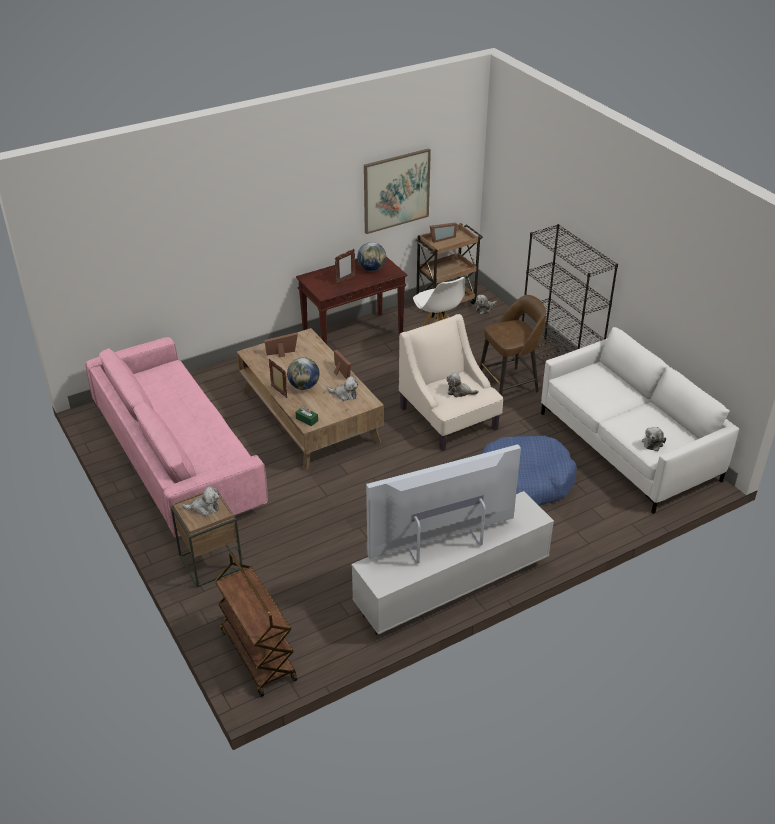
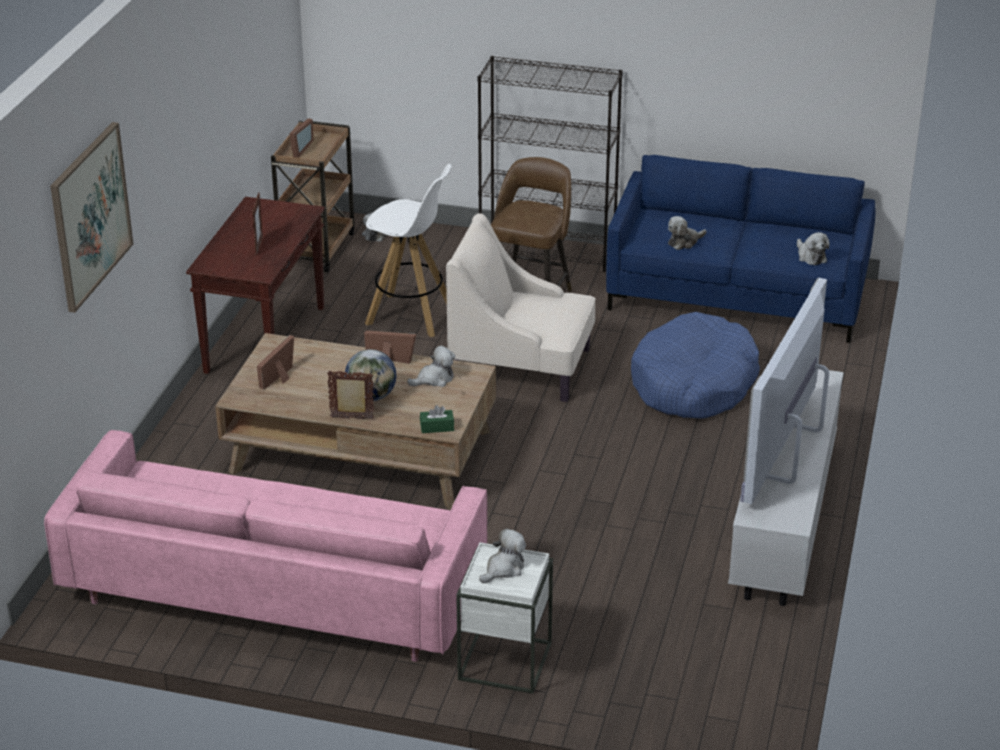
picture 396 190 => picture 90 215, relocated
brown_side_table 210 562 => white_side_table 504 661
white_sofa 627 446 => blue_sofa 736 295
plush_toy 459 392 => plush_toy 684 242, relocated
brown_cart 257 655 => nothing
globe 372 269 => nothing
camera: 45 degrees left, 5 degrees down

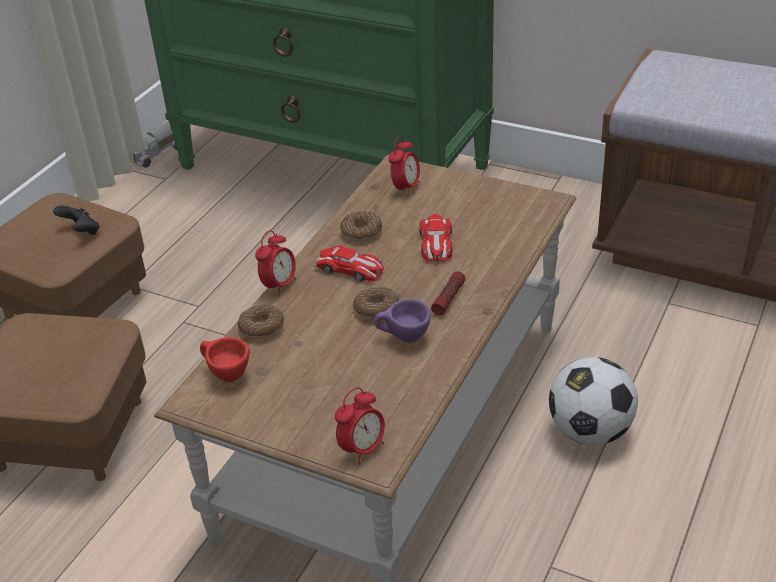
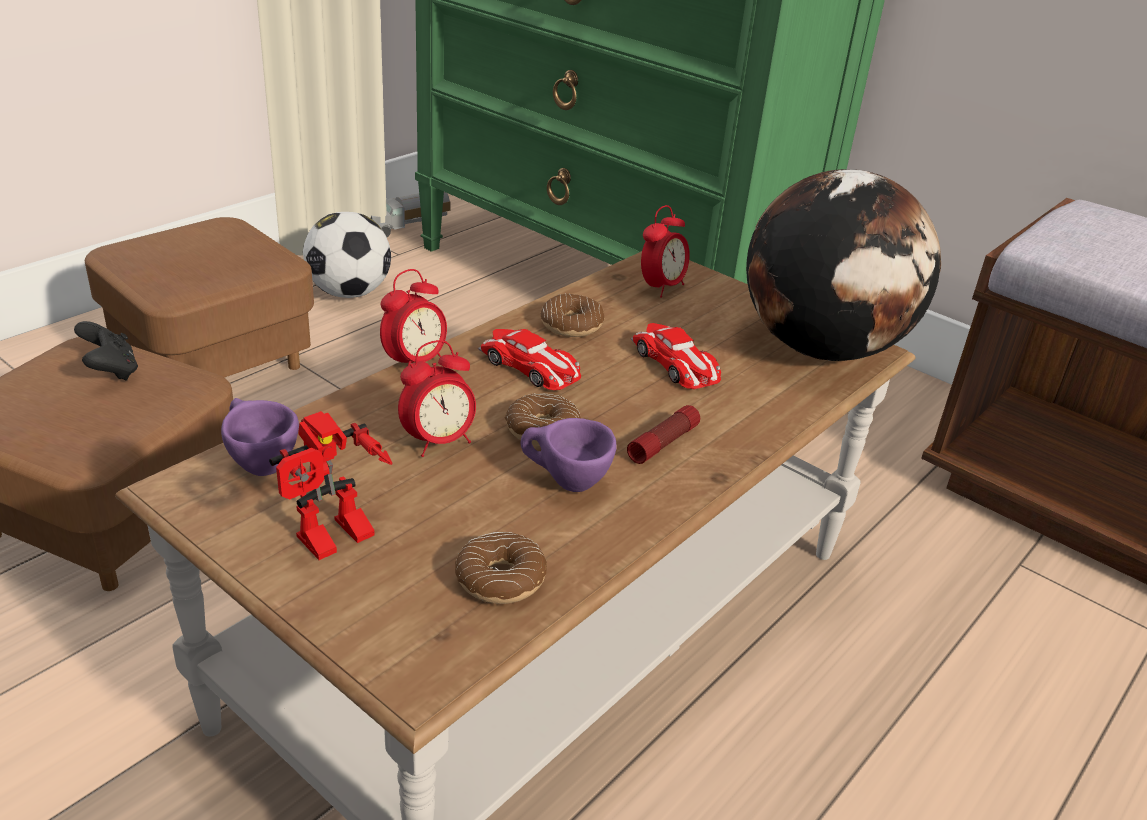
black_game_controller 81 232 => black_game_controller 111 371, relocated
red_cup 225 375 => purple_cup 258 463
nothing => toy_robot 335 543
football 590 431 => football 349 293, relocated
alarm_clock 362 449 => alarm_clock 438 442, relocated
donut 262 327 => donut 500 579, relocated
toy_car 436 243 => toy_car 676 364, 45 degrees counterclockwise
nothing => globe 822 348
camera: 10 degrees right, 5 degrees down

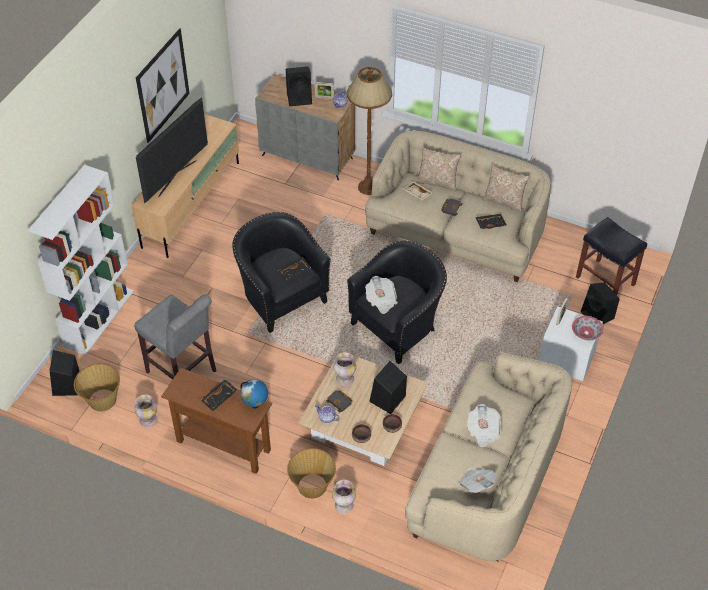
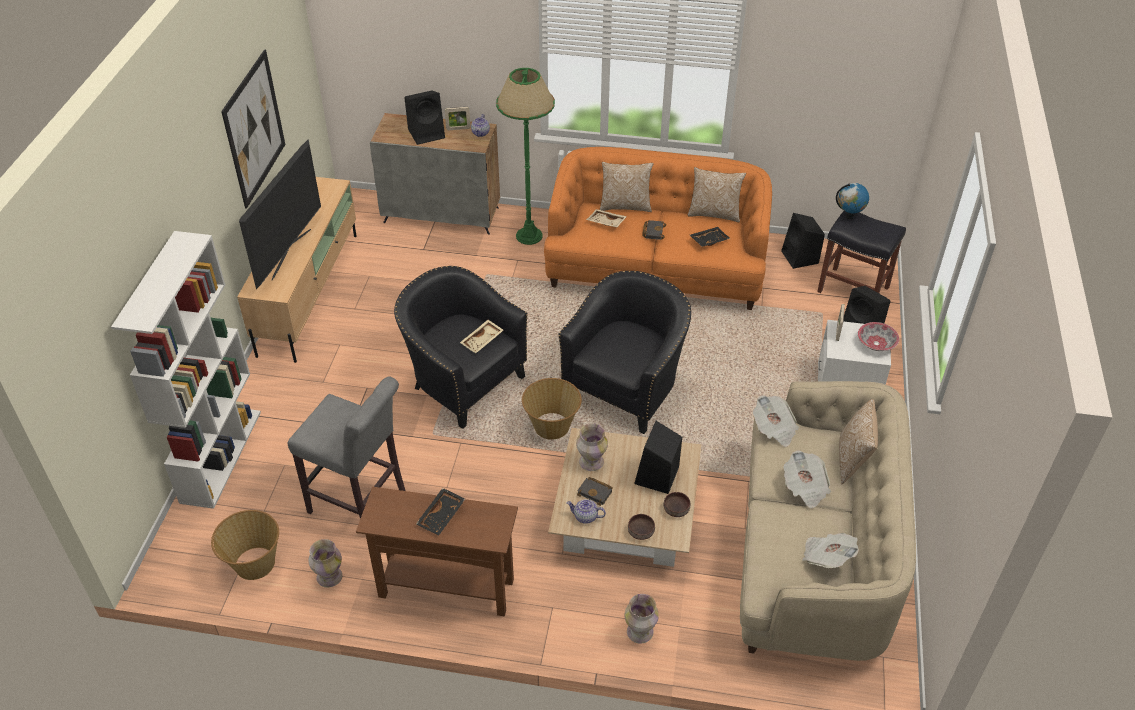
black_tray 294 272 => beige_tray 482 341
brown_floor_lamp 368 187 => green_floor_lamp 529 236
basket 312 486 => basket 552 427, relocated
beige_sofa 456 234 => orange_sofa 656 269
newspaper 381 300 => newspaper 774 429, relocated
black_speaker 66 386 => black_speaker 800 258, relocated
globe 255 404 => globe 849 216, relocated
nothing => pillow 852 460
camera: 15 degrees left, 5 degrees down

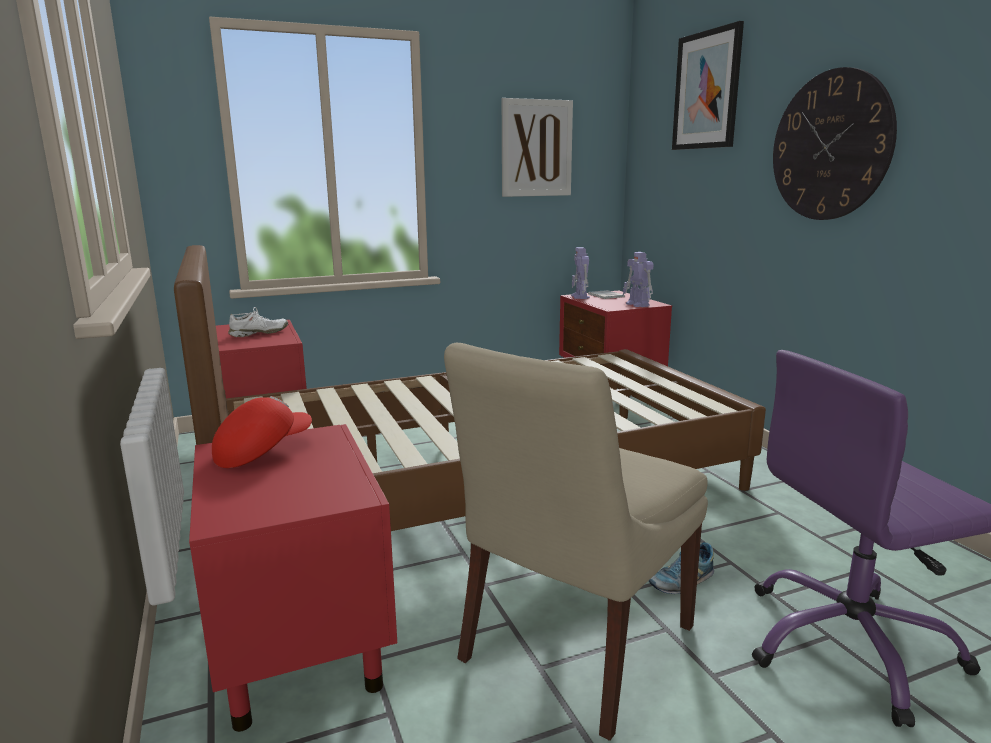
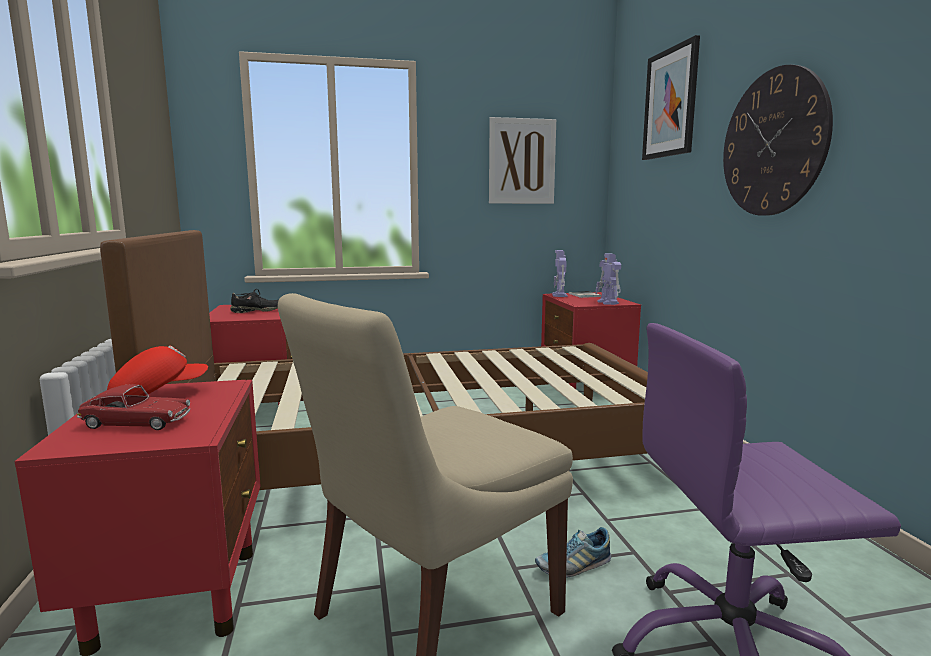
nothing => toy_car 137 422
white_shoe 259 333 => black_shoe 257 311
camera: 10 degrees right, 5 degrees down

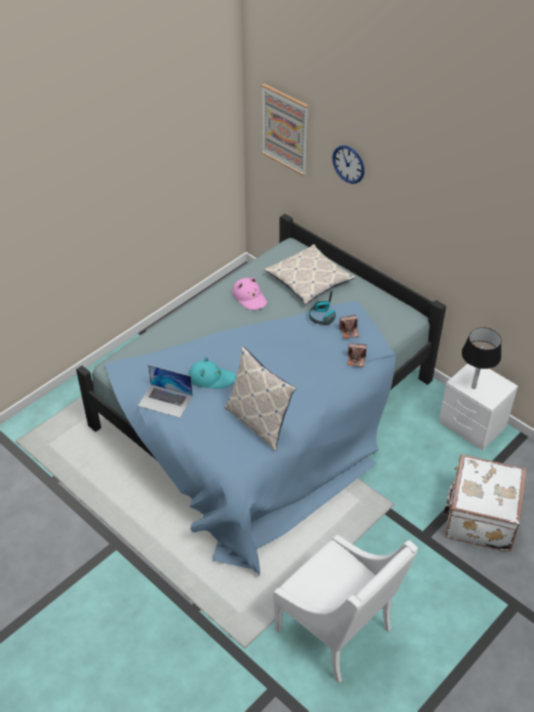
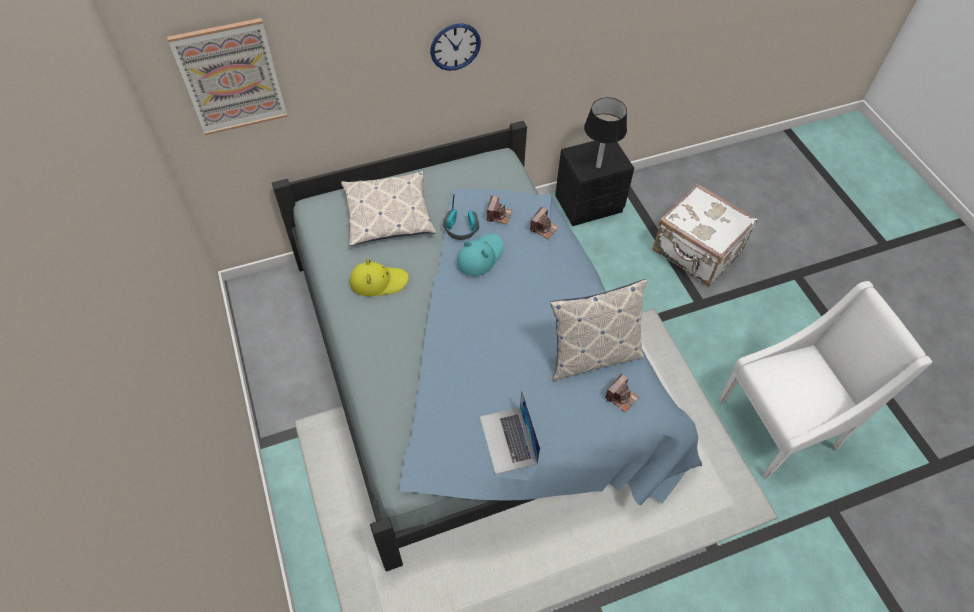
pink_hat 250 297 => yellow_hat 378 281
wall_clock 348 164 => wall_clock 455 46, relocated
turquoise_hat 211 378 => turquoise_hat 480 256, relocated
laptop 165 400 => laptop 508 440, 120 degrees clockwise
white_nightstand 472 425 => black_nightstand 588 204
nothing => photo_camera 621 397
camera: 65 degrees left, 10 degrees up

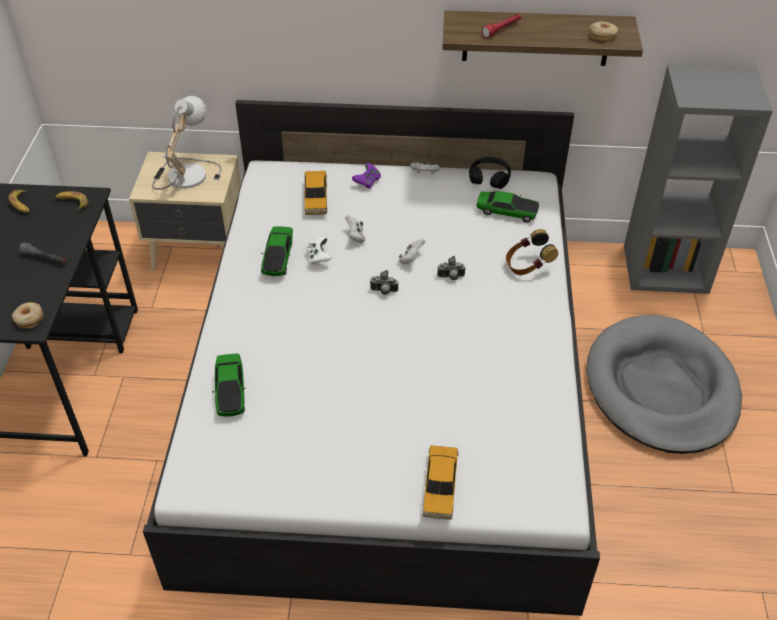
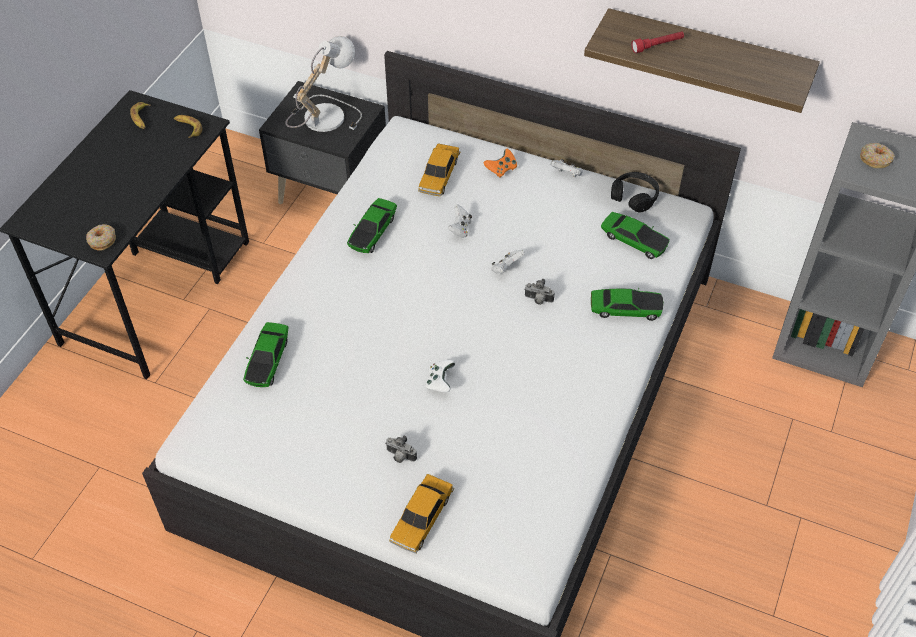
beige_nightstand 200 253 => black_nightstand 332 196
photo_camera 383 291 => photo_camera 400 456, relocated
white_game_controller 318 257 => white_game_controller 440 382, relocated
purple_game_controller 367 182 => orange_game_controller 501 169
headphones 527 266 => toy_car 625 309
donut 602 35 => donut 875 159, relocated
grey_flashlight 45 259 => nothing
grey_dog_bed 661 388 => nothing
camera: 20 degrees right, 5 degrees up

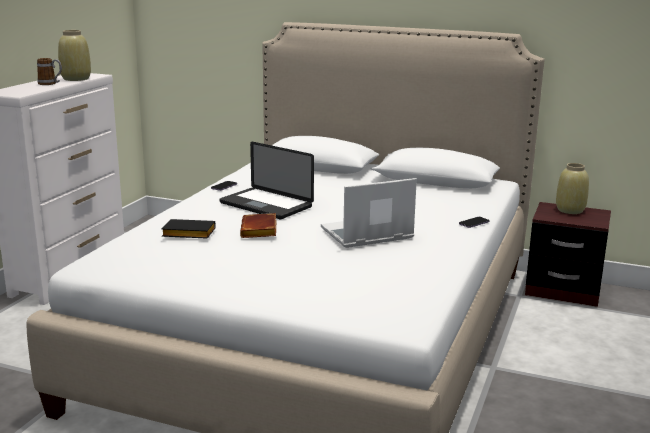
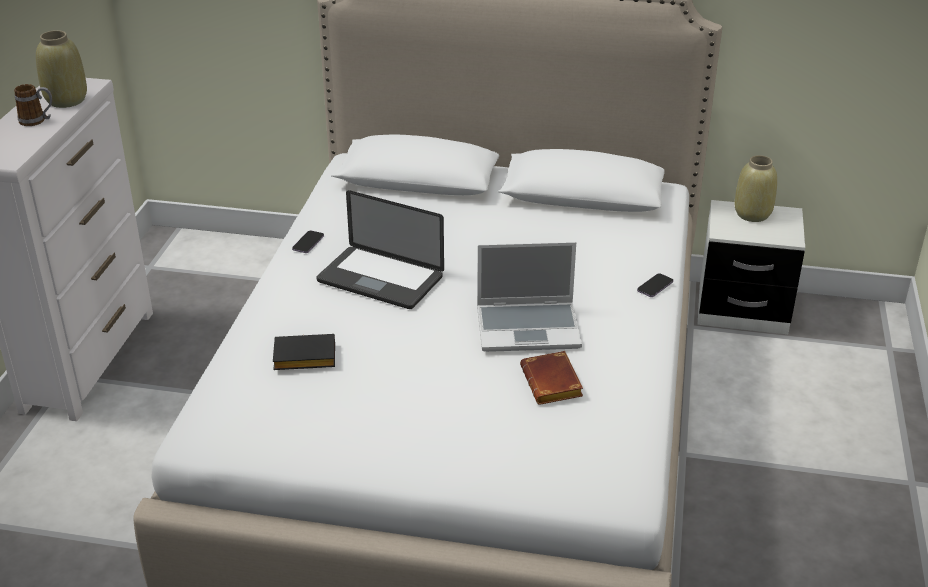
laptop 366 234 => laptop 529 327, 150 degrees counterclockwise
brown_book 260 231 => brown_book 553 384, relocated
brown_nightstand 563 290 => white_nightstand 742 310
camera: 10 degrees left, 15 degrees up

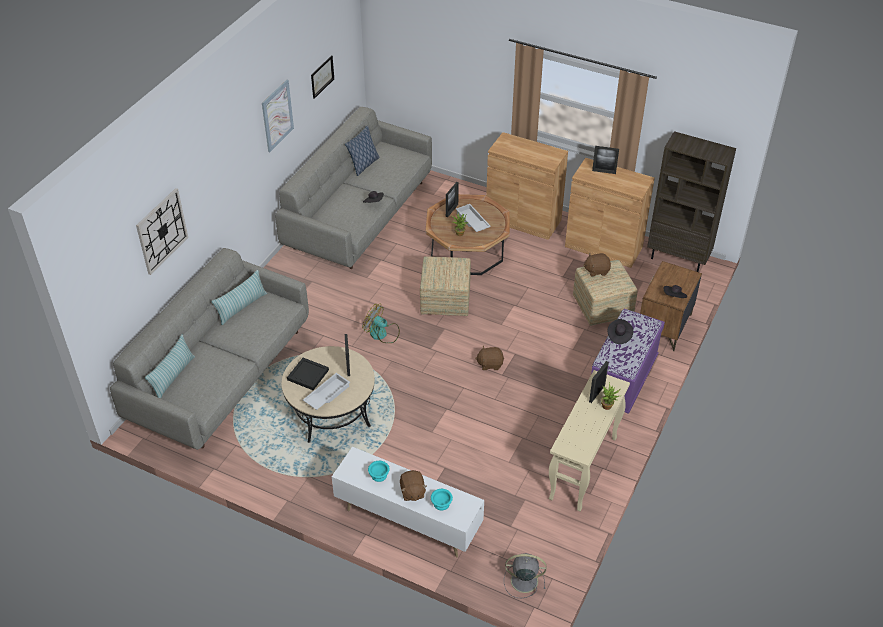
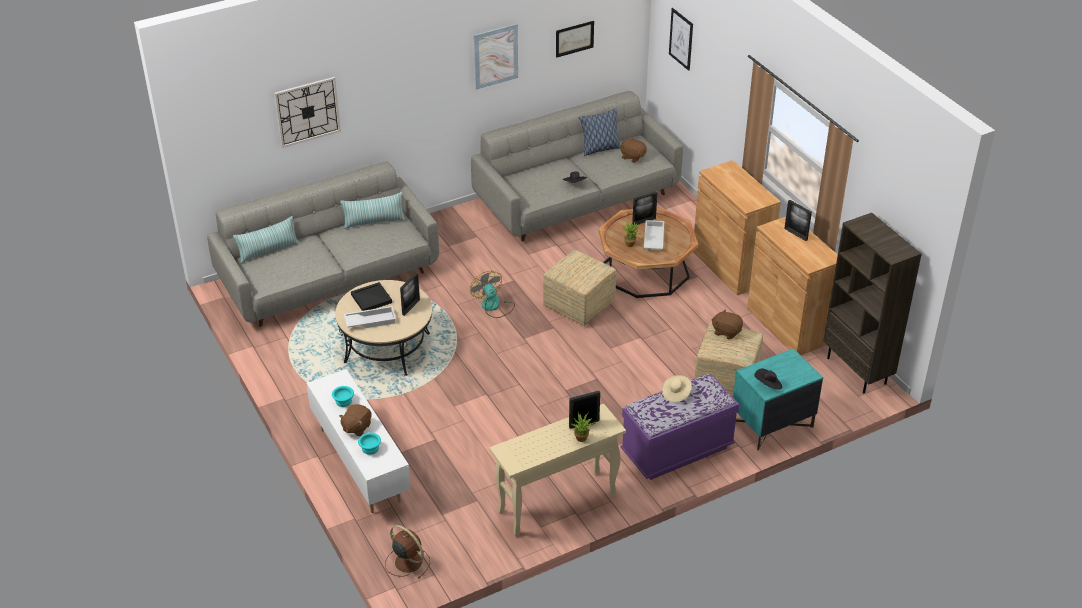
grey_fan 523 580 => brown_fan 407 562
brown_plush_toy 490 364 => brown_plush_toy 632 157, relocated
black_hat 619 336 => beige_hat 676 393
nothing => picture 681 39
brown_nightstand 664 327 => turquoise_nightstand 771 424
camera: 35 degrees right, 5 degrees down

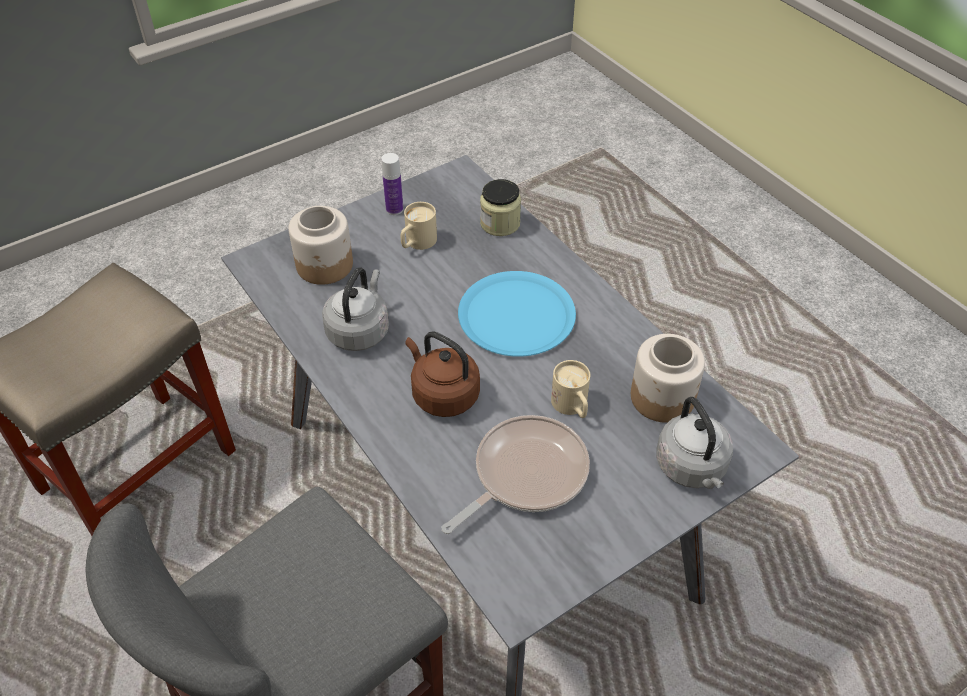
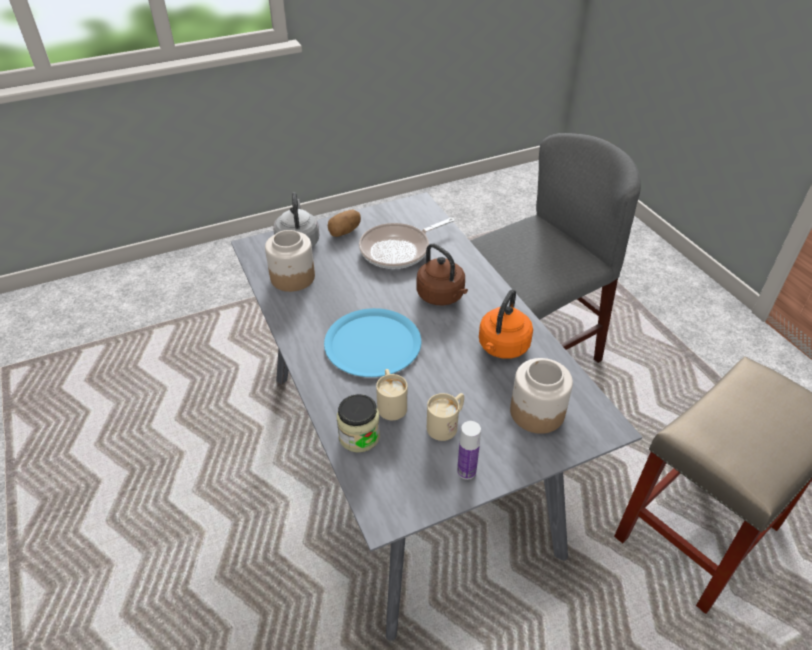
nothing => potato 345 231
beige_mug 572 407 => beige_mug 391 403, relocated
grey_kettle 359 330 => orange_kettle 502 347
camera: 170 degrees left, 5 degrees down

